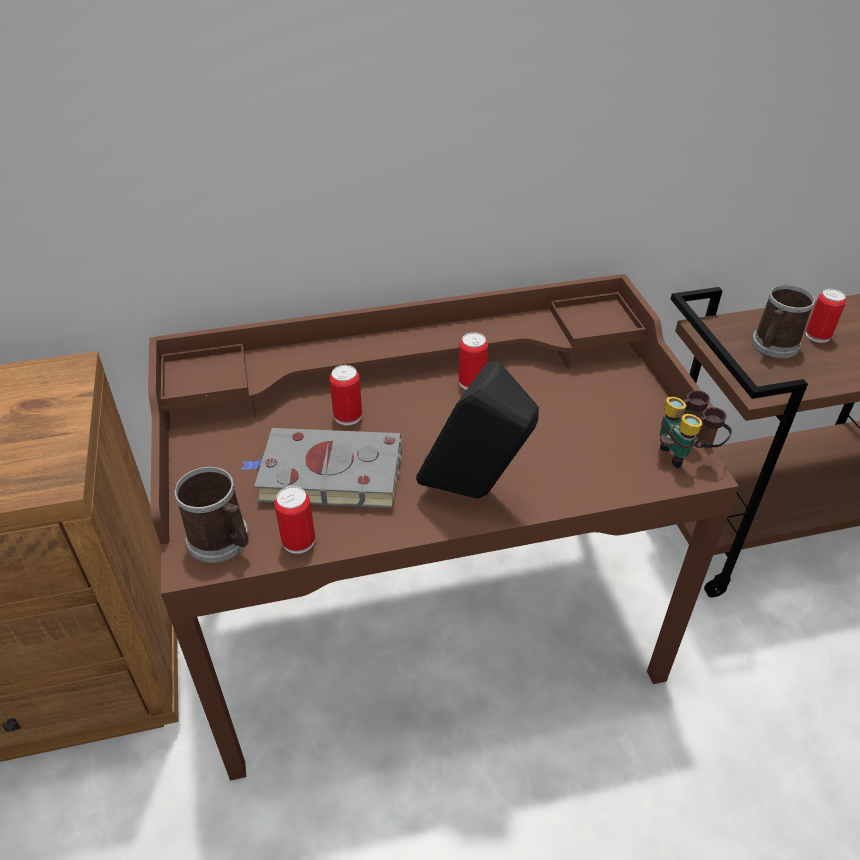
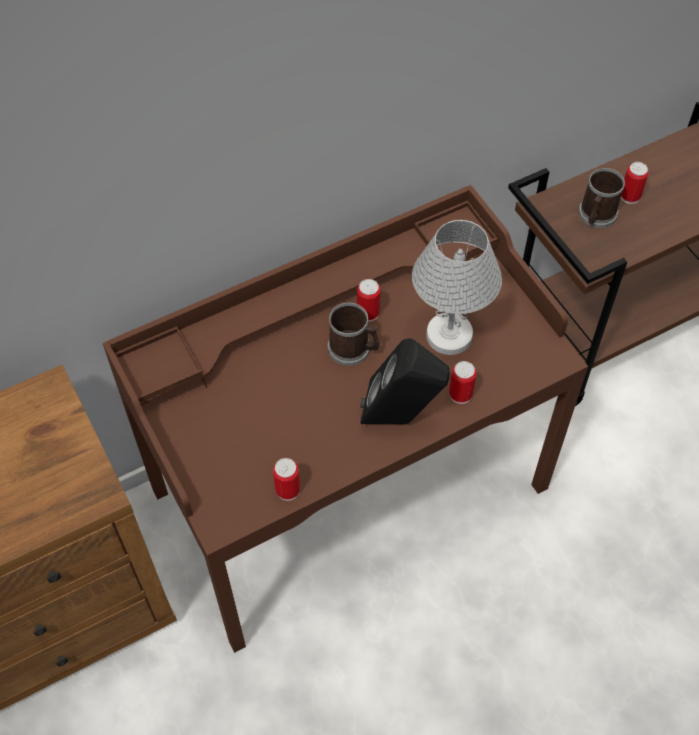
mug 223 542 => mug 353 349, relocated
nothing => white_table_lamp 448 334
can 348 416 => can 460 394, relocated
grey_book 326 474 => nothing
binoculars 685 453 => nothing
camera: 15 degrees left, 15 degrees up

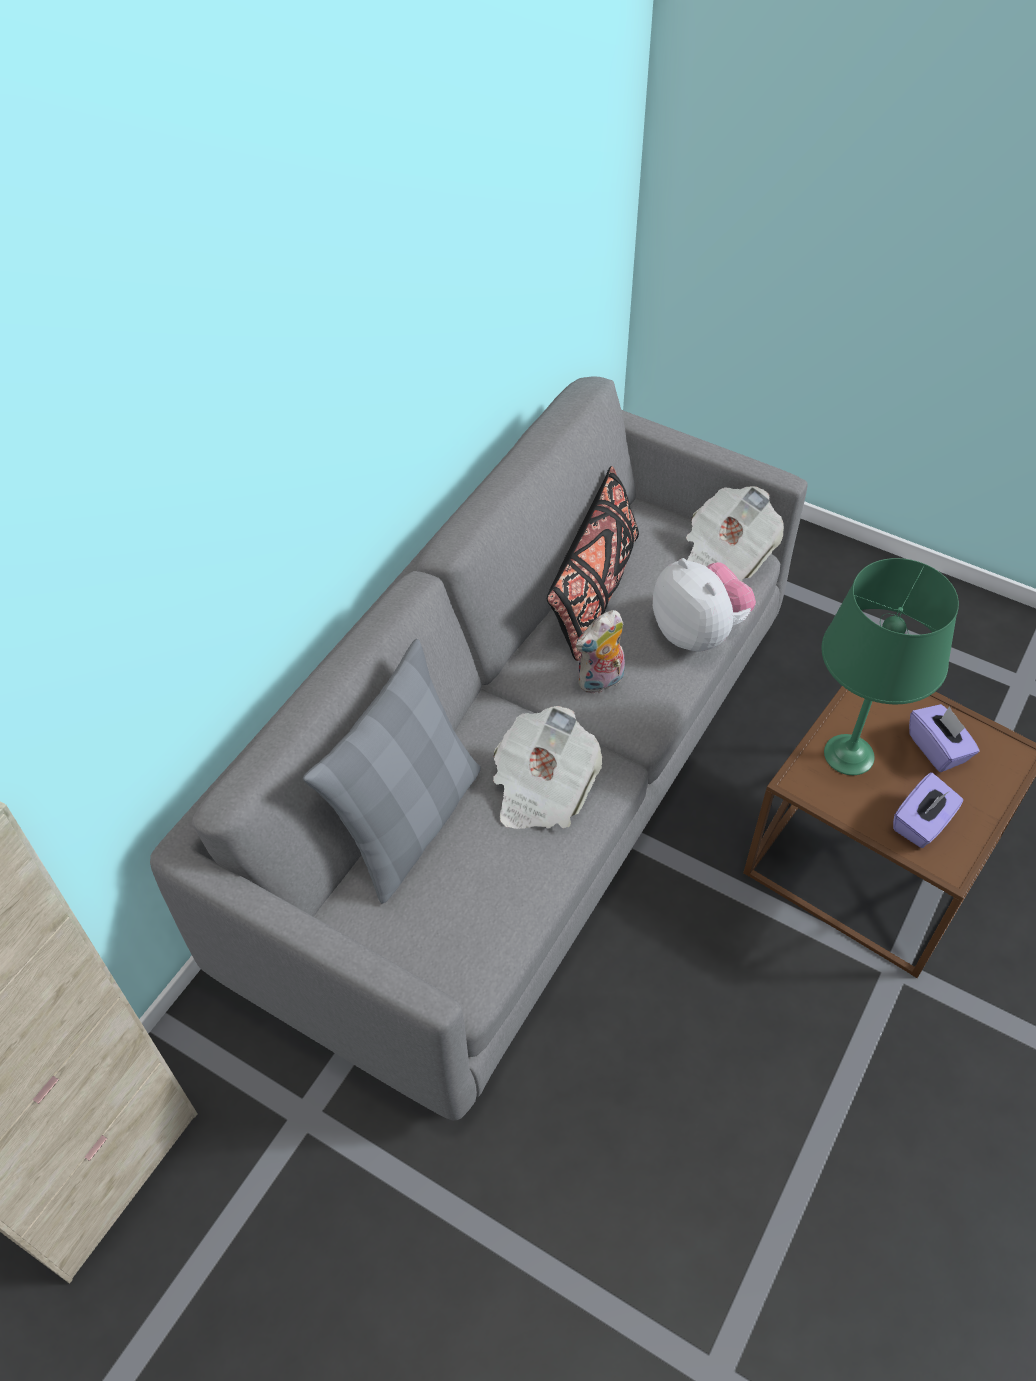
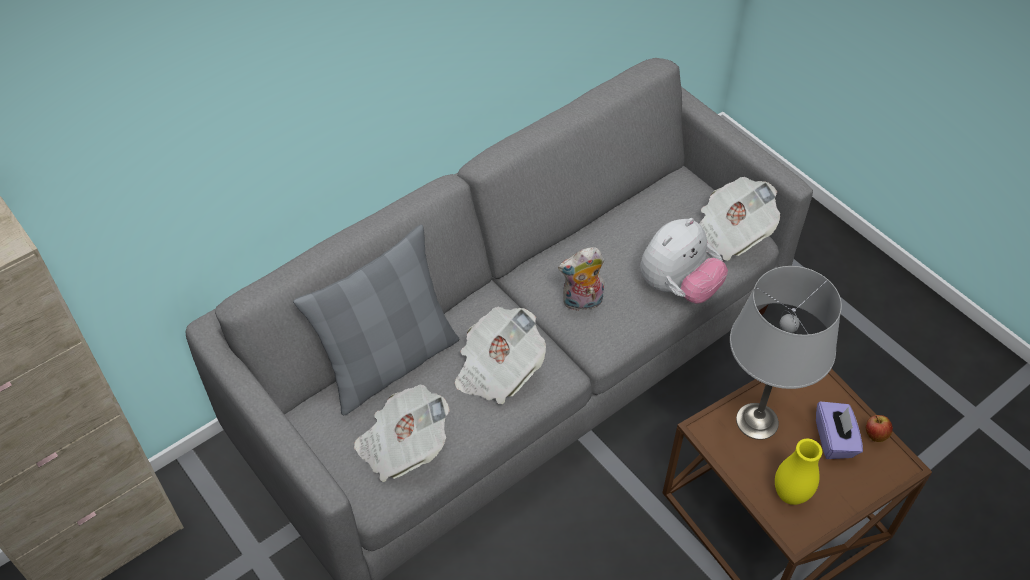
nothing => newspaper 403 445
plush_toy 698 632 => plush_toy 678 287, 60 degrees clockwise
green_table_lamp 848 754 => grey_table_lamp 756 420
purple_tissue_box 922 823 => yellow_vase 790 494
nothing => apple 875 435
black_pillow 593 593 => nothing
camera: 20 degrees right, 0 degrees up

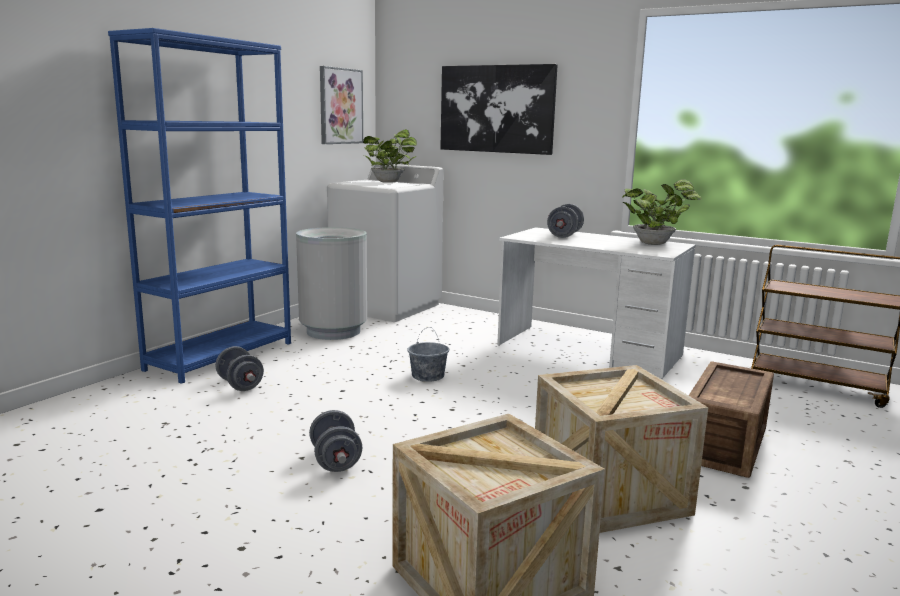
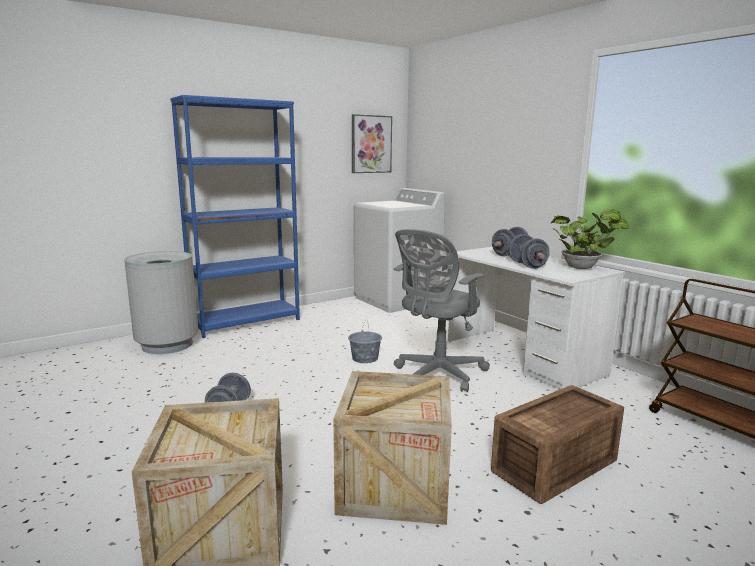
grey_trash_can 333 331 => grey_trash_can 167 345, relocated
nothing => grey_office_chair 437 375
grey_dumbbell 240 385 => grey_dumbbell 527 265, relocated
potted_plant 390 182 => nothing
picture 496 109 => nothing
camera: 25 degrees right, 0 degrees up

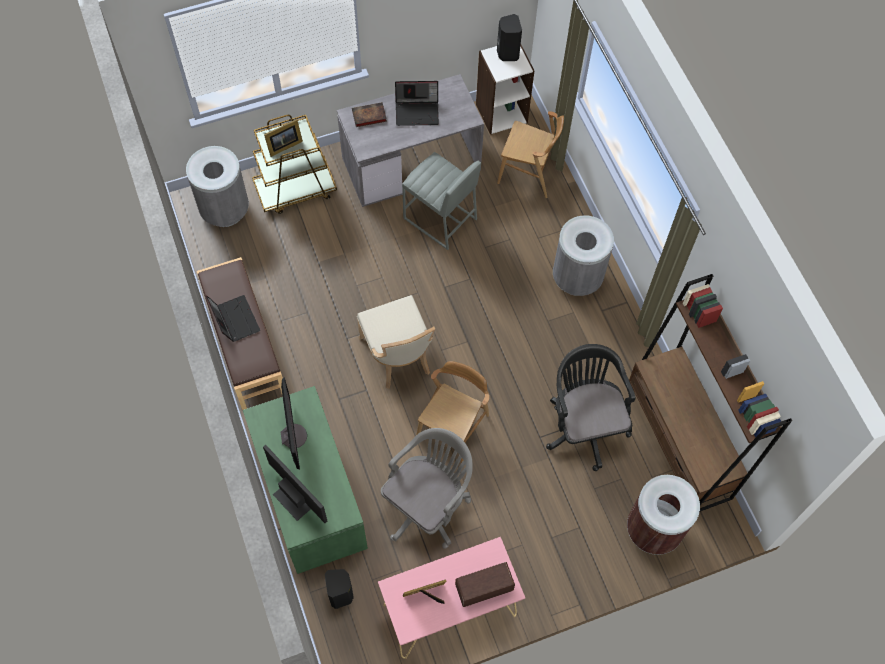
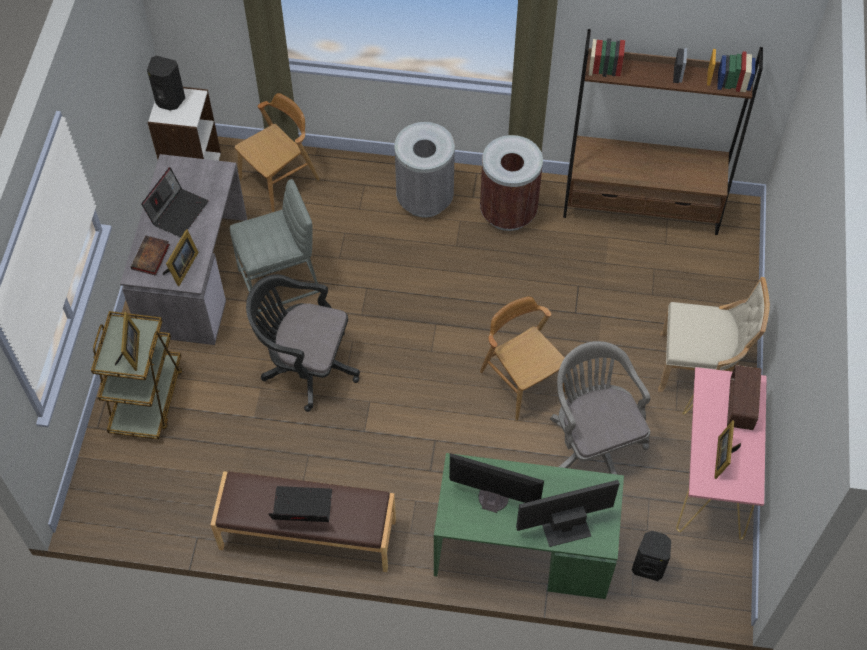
nothing => picture_frame 182 268
black_office_chair 584 424 => black_office_chair 305 366, relocated
brown_trash_can 653 529 => brown_trash_can 508 212, relocated
beige_chair 398 357 => beige_chair 700 366, relocated
grey_trash_can 224 210 => nothing
camera: 60 degrees left, 5 degrees down

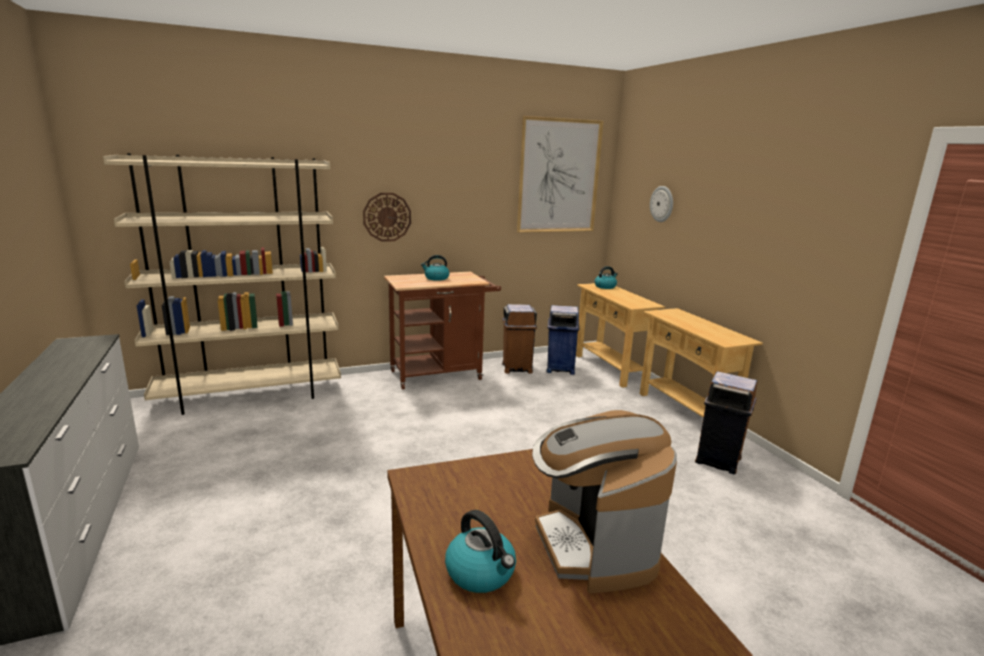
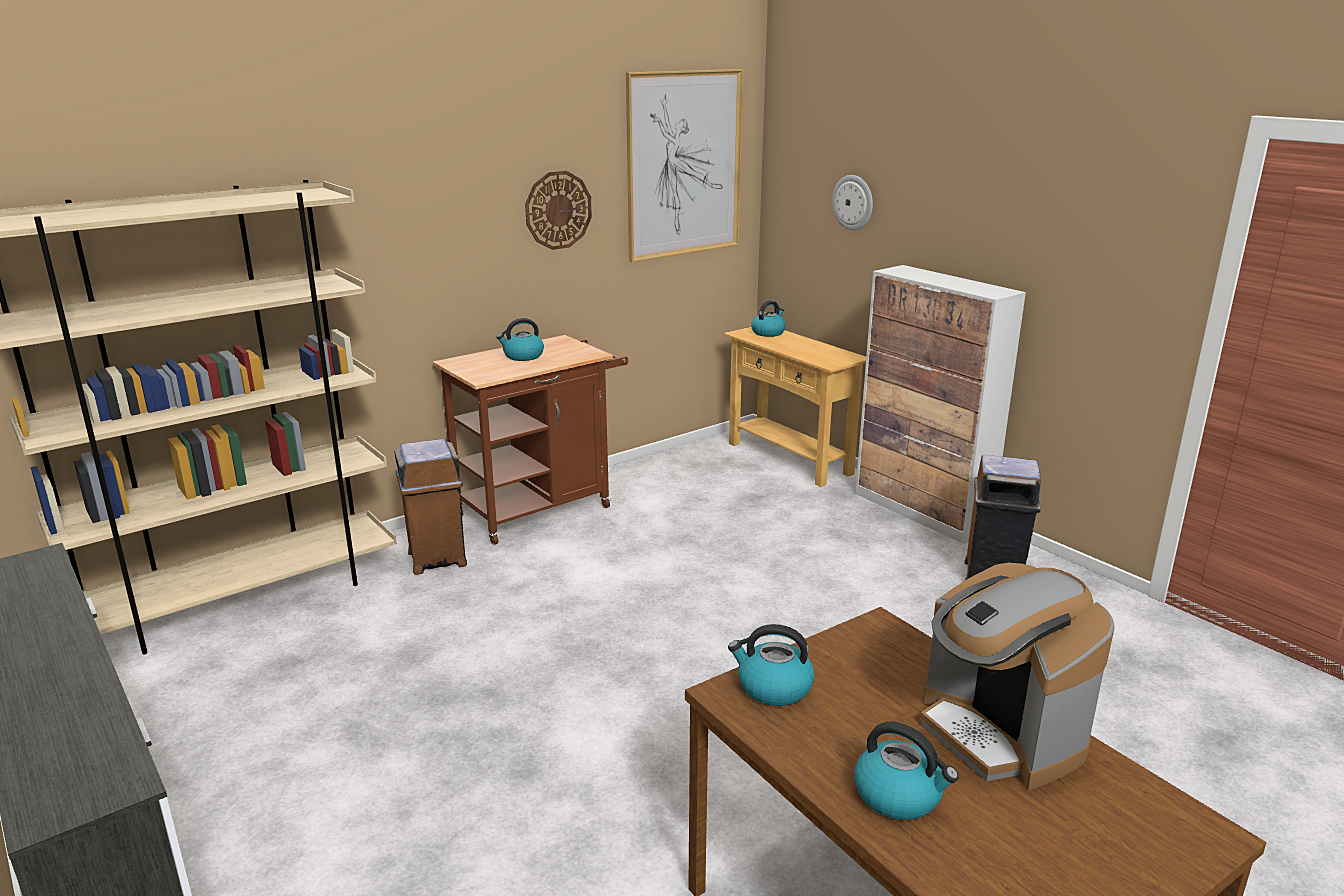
brown_trash_can 517 368 => brown_trash_can 437 558, relocated
wall_clock 387 217 => wall_clock 558 210, relocated
nothing => kettle 773 687
beige_console_table 685 412 => cabinet 921 512
blue_trash_can 560 368 => nothing
camera: 15 degrees left, 5 degrees up

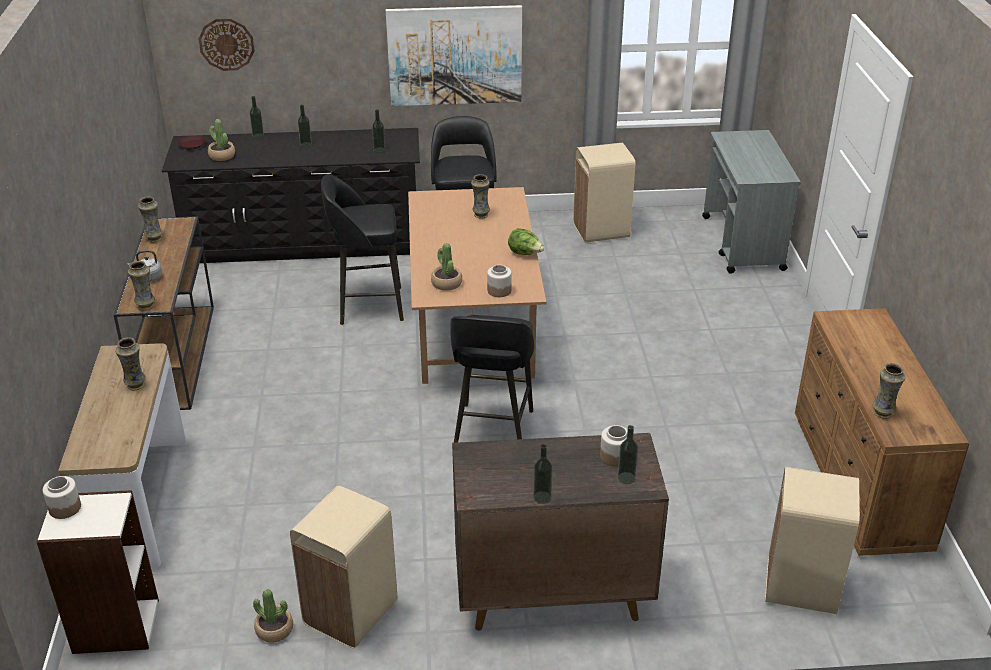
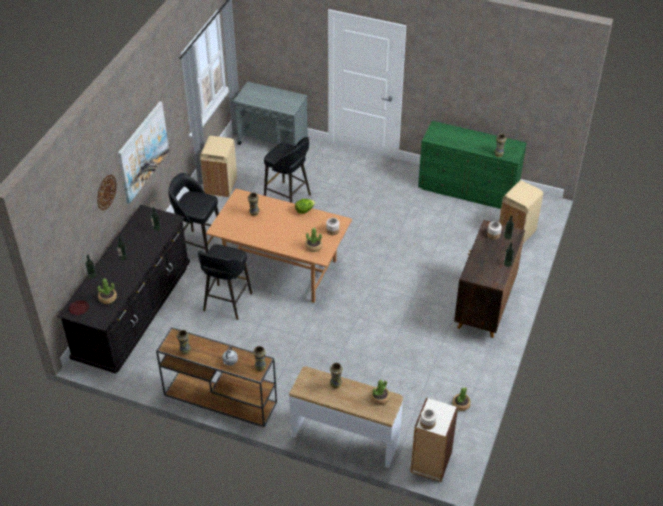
wall_clock 226 44 => wall_clock 106 192, relocated
black_stool 492 431 => black_stool 288 198, relocated
nothing => potted_plant 379 398
brown_dresser 859 482 => green_dresser 468 190
beige_trash_can 349 613 => nothing
camera: 65 degrees left, 10 degrees up

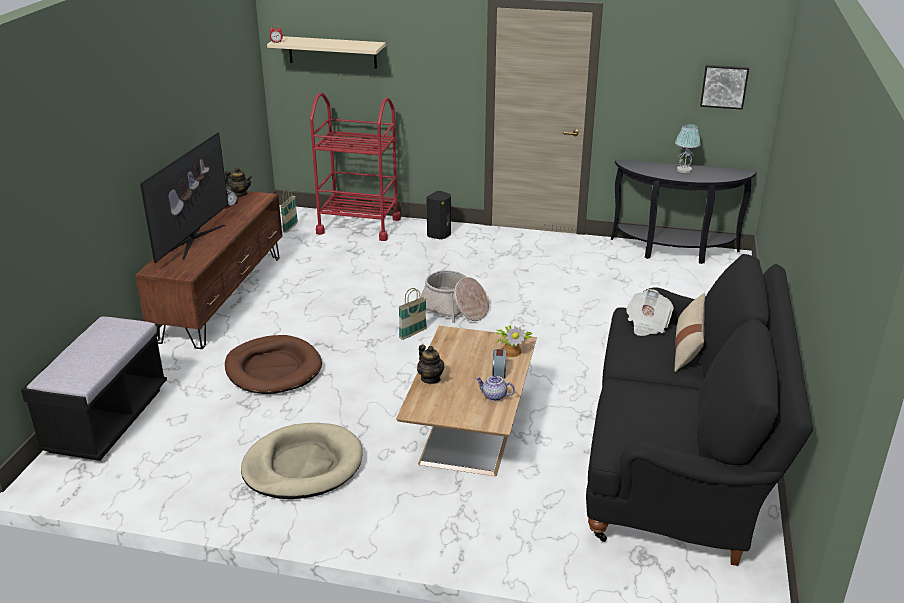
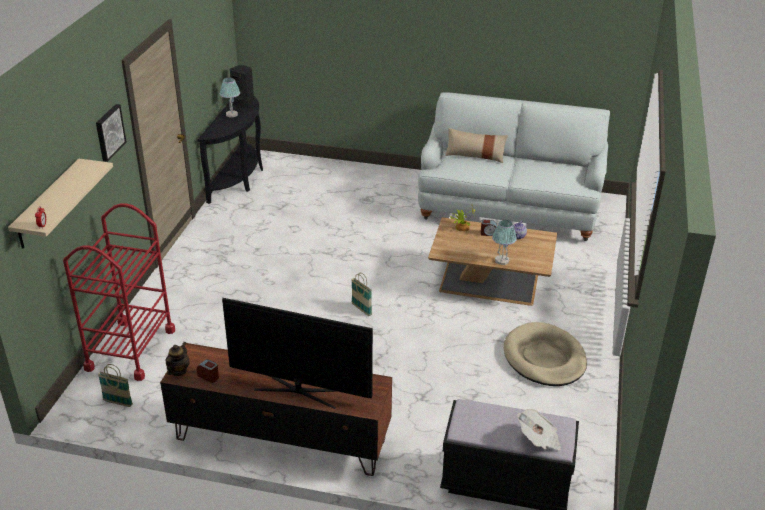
picture 724 86 => picture 109 132, relocated
black_speaker 440 235 => black_speaker 244 103, relocated
black_sofa 681 460 => white_sofa 509 208
teapot 431 378 => table_lamp 501 260
newspaper 647 324 => newspaper 538 439, relocated
brown_dog_bed 273 369 => nothing
basket 454 310 => nothing
camera: 90 degrees left, 5 degrees up

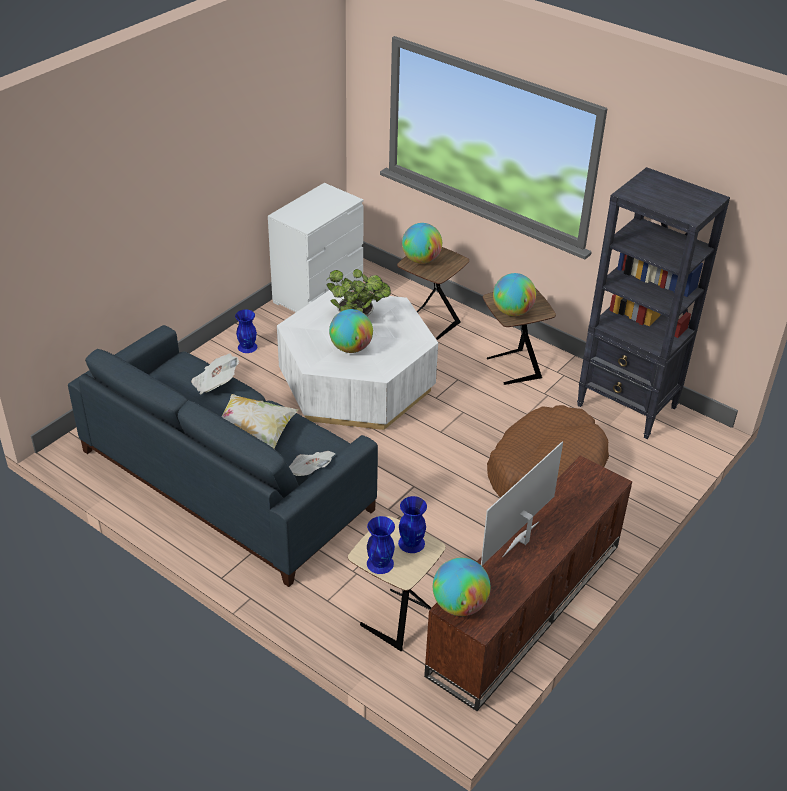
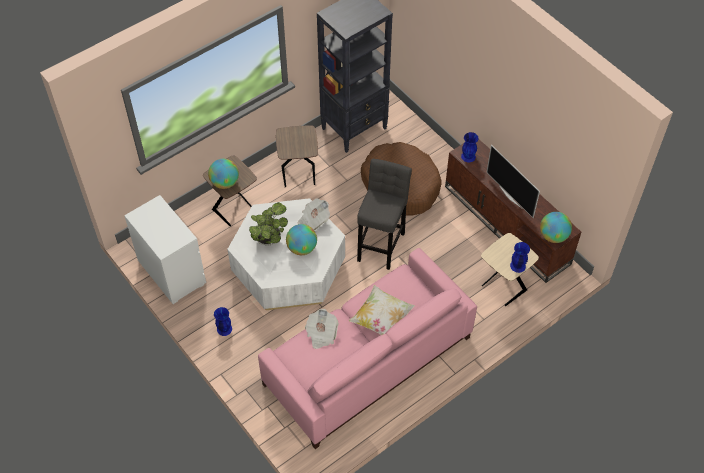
blue_sofa 226 479 => pink_sofa 366 360
newspaper 309 472 => newspaper 313 220, relocated
nothing => grey_stool 381 244
blue_vase 412 543 => blue_vase 468 156, relocated
globe 512 312 => nothing
camera: 75 degrees left, 15 degrees up

